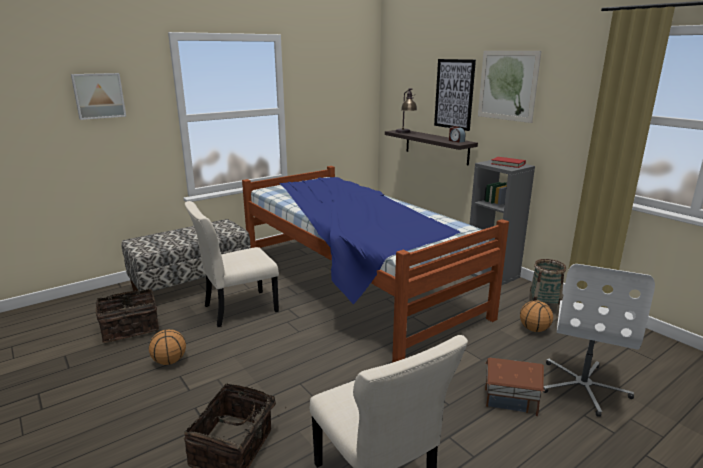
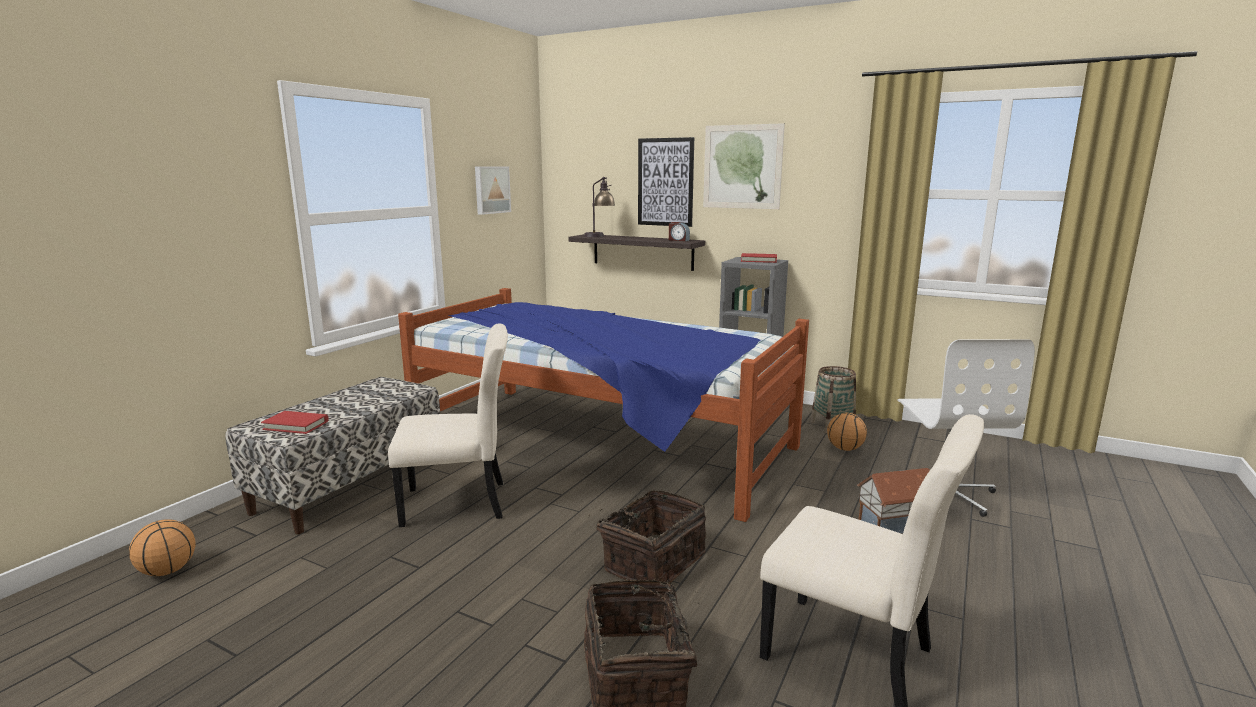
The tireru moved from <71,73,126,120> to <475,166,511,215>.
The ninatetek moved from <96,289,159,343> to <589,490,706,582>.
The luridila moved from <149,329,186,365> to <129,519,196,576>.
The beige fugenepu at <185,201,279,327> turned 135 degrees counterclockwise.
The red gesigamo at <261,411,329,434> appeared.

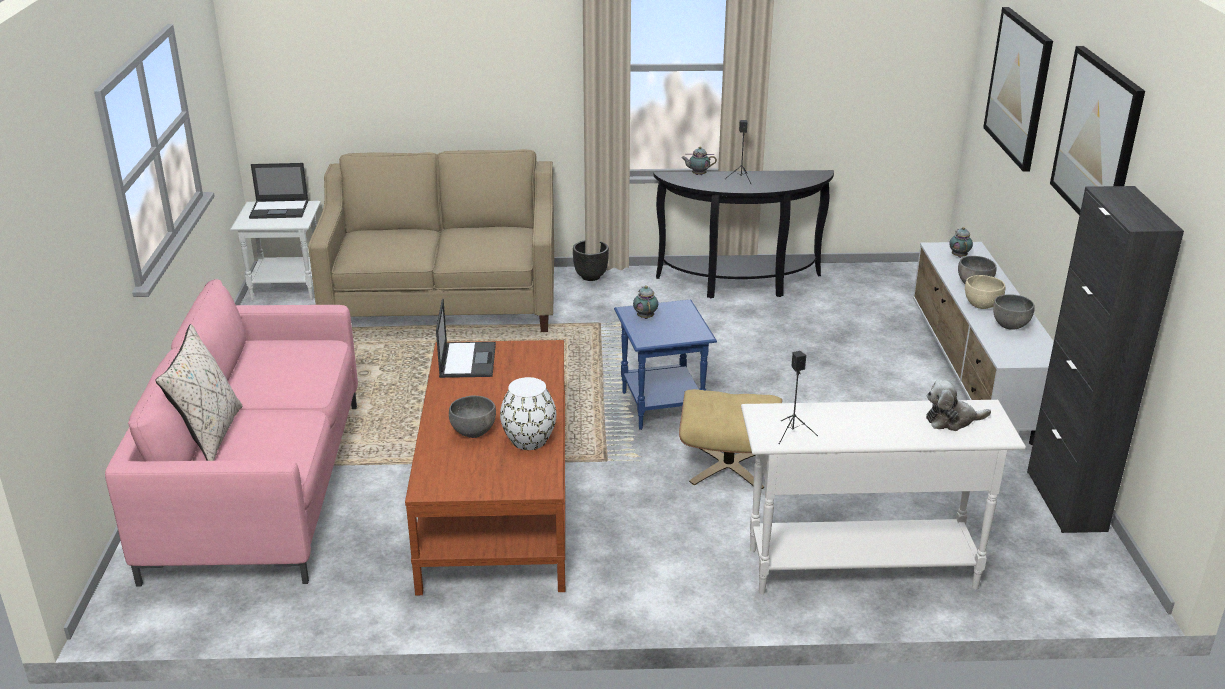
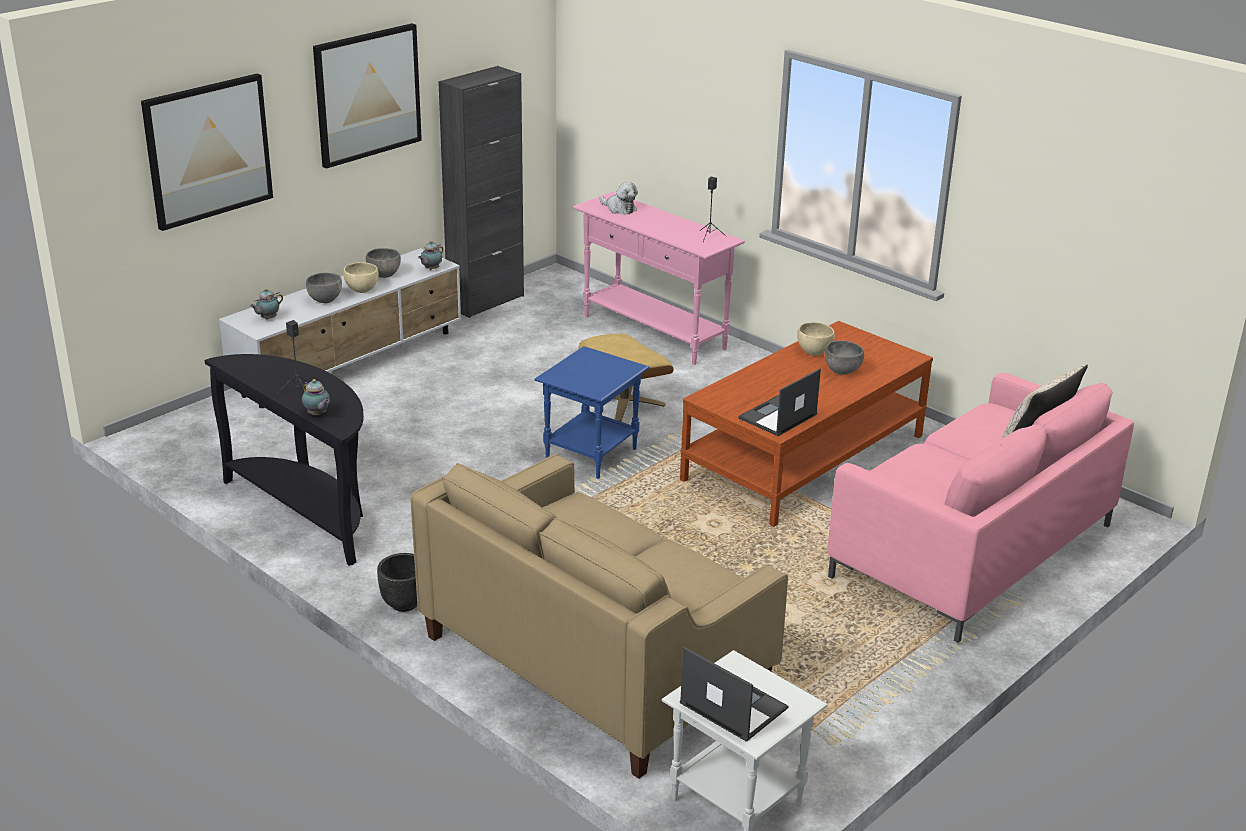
The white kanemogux at <500,377,556,450> was replaced by the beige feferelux at <797,322,835,356>.
The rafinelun moved from <633,285,658,319> to <418,241,443,270>.
The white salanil at <741,400,1026,594> became the pink salanil at <573,192,745,365>.

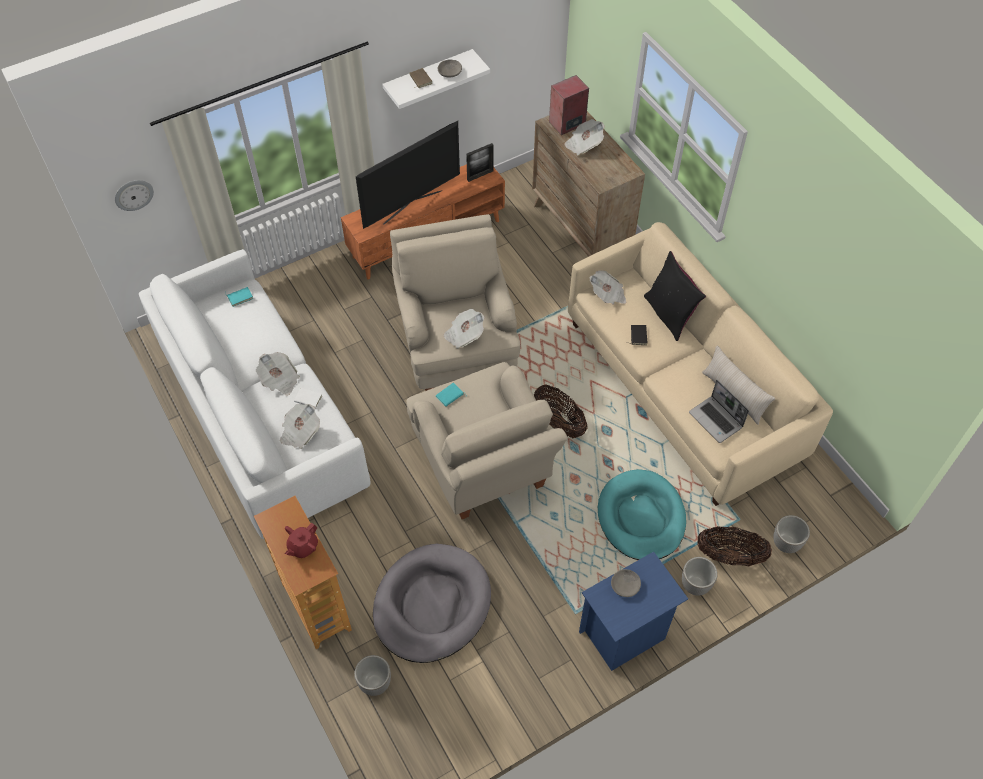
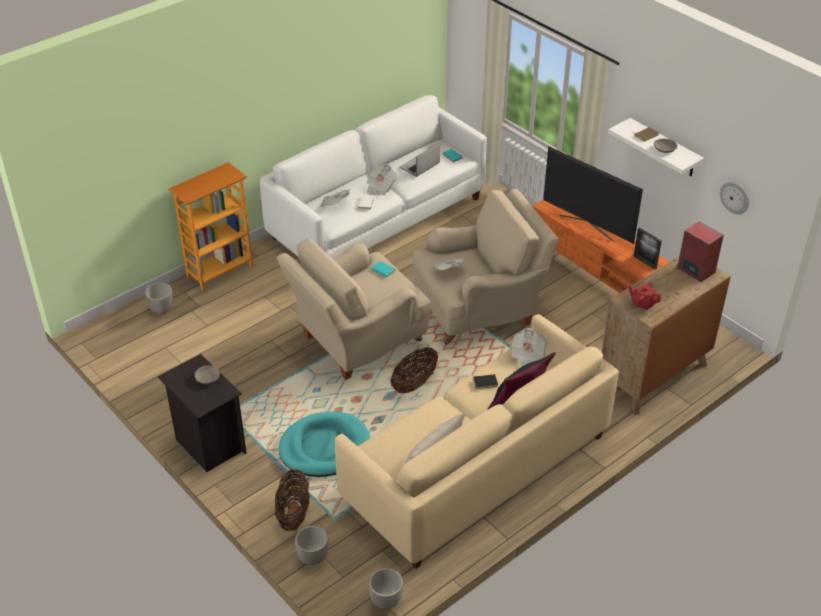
The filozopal moved from <115,180,154,211> to <720,182,749,214>.
The red rafinelun moved from <285,523,318,558> to <628,281,661,310>.
The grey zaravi at <373,544,491,663> disappeared.
The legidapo at <564,119,605,155> disappeared.
The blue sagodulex at <579,552,688,671> became the black sagodulex at <158,354,246,472>.
The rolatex moved from <682,557,718,596> to <369,568,403,609>.
The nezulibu moved from <689,380,749,443> to <399,143,440,177>.

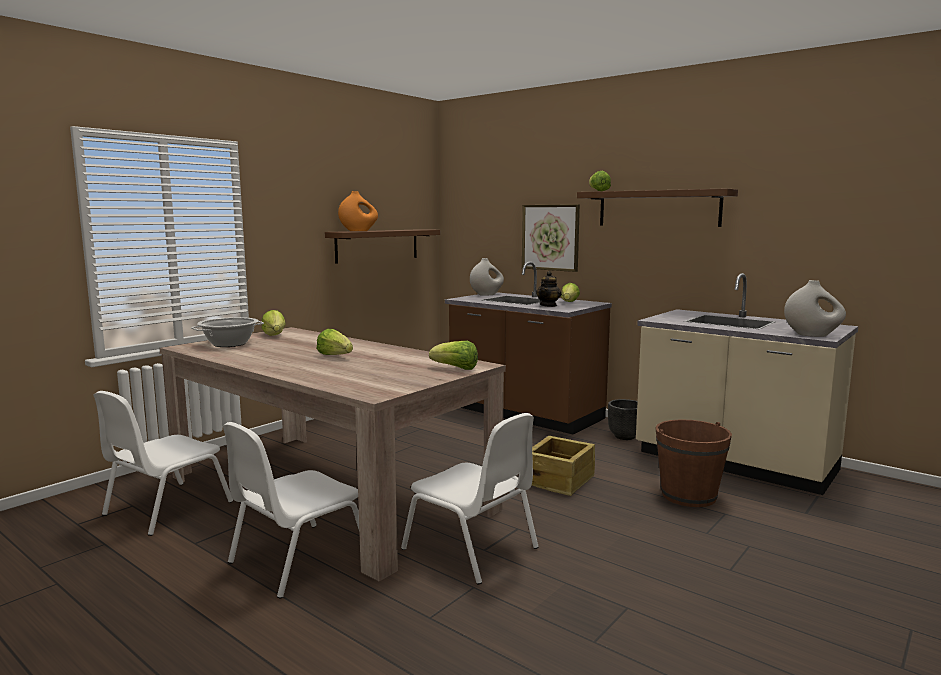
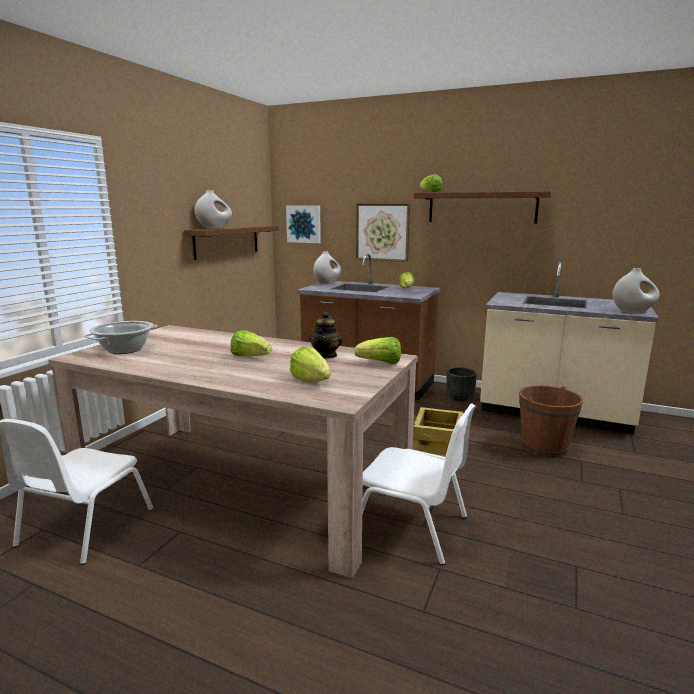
The white fugenepu at <223,422,359,598> disappeared.
The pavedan moved from <262,310,286,336> to <290,347,331,382>.
The orange kanemogux at <338,191,378,231> became the white kanemogux at <195,190,232,229>.
The rafinelun moved from <536,271,561,307> to <309,311,342,359>.
The tireru at <286,206,321,243> appeared.

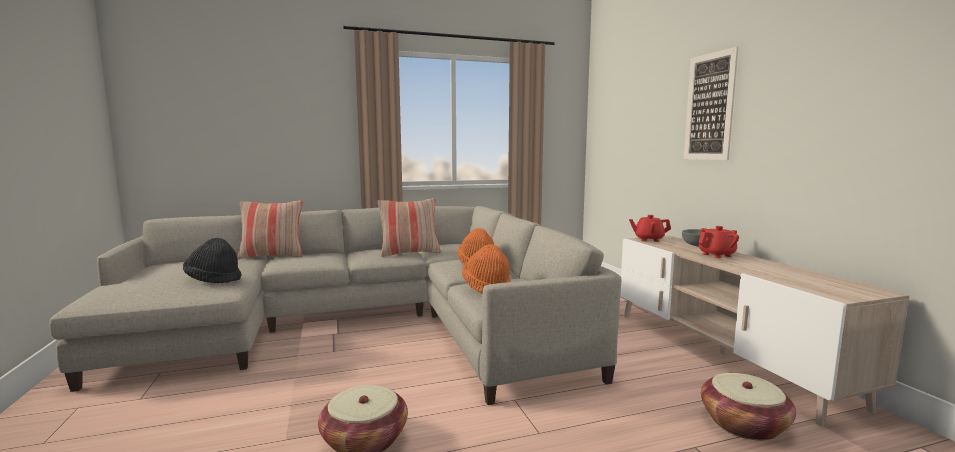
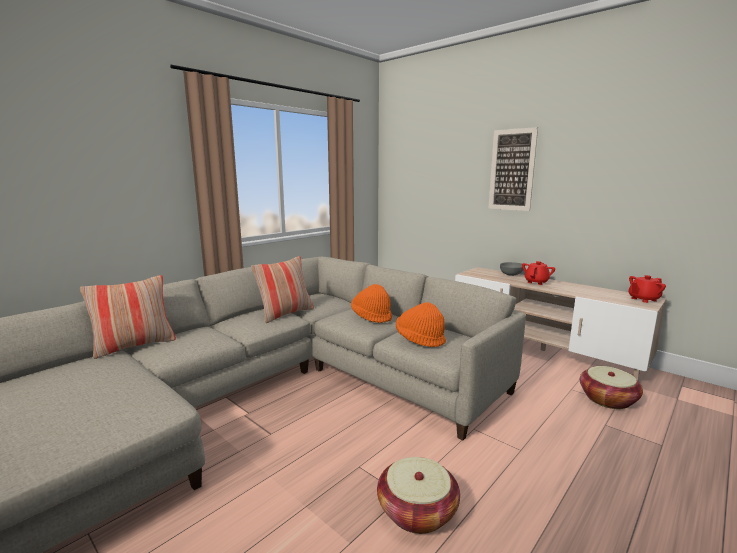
The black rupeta at <183,238,242,283> disappeared.
The red rafinelun moved from <629,215,671,242> to <628,275,666,303>.

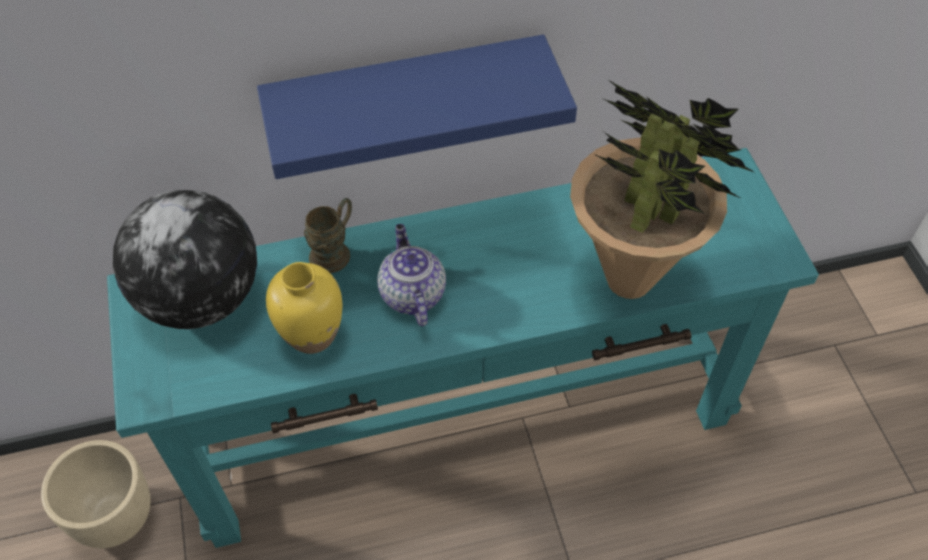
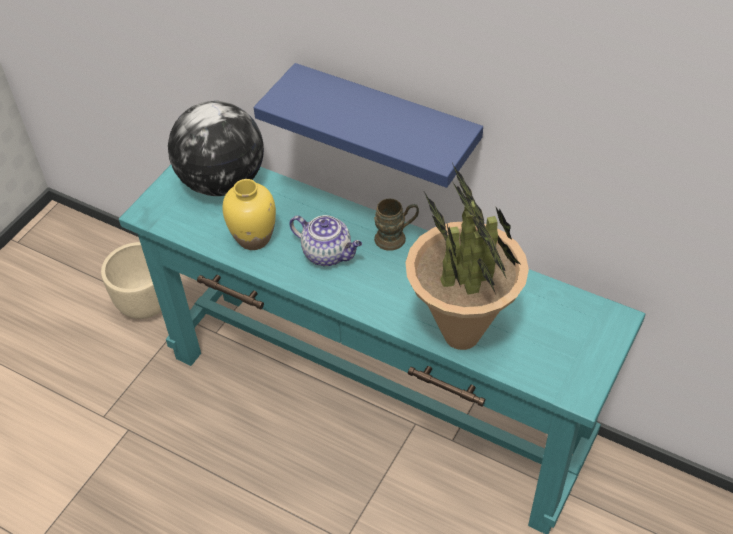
The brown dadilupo moved from <304,198,352,273> to <374,199,419,251>.
The rafinelun at <377,224,446,326> turned 90 degrees clockwise.

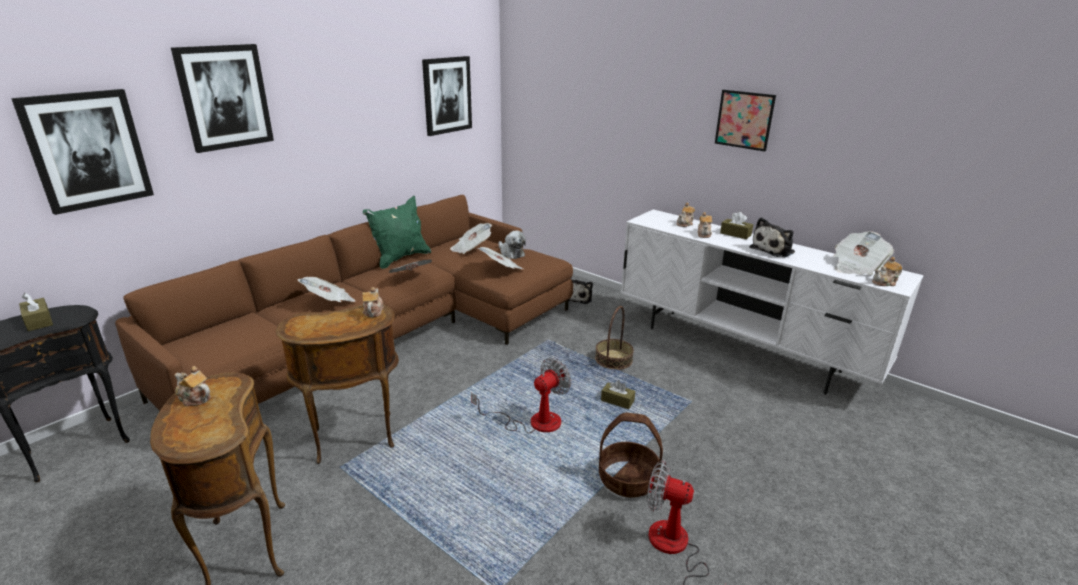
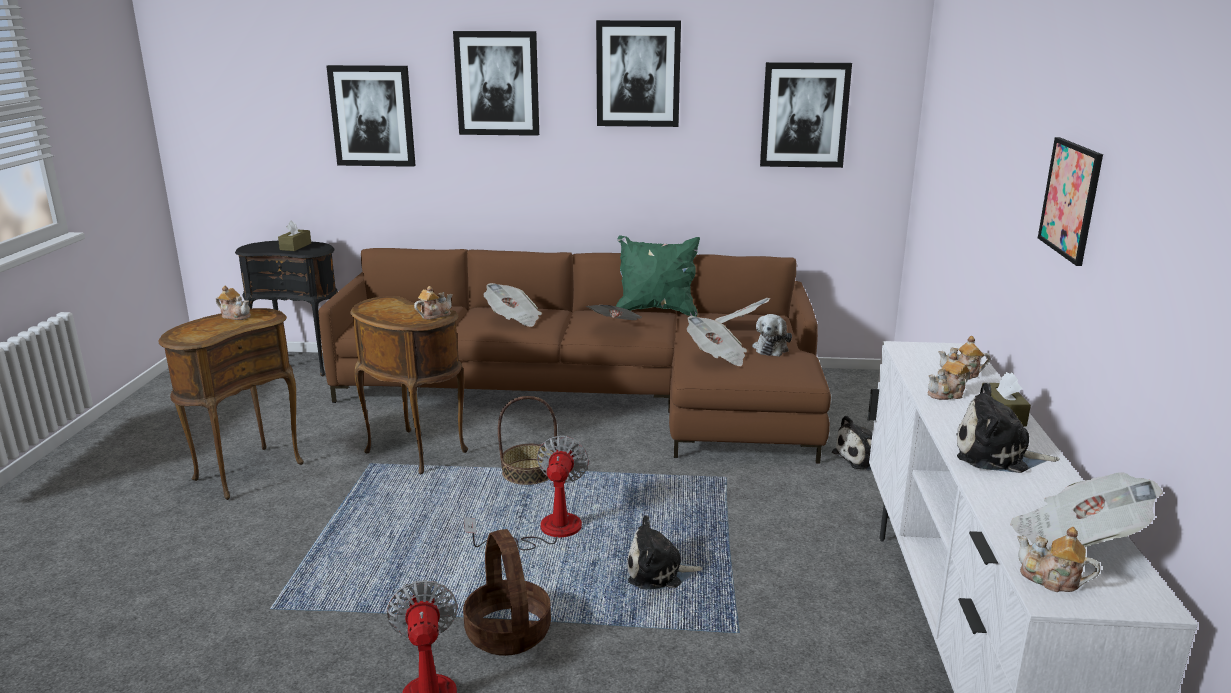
The rafinelun at <175,366,211,406> turned 120 degrees clockwise.
The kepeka at <471,358,571,433> turned 90 degrees counterclockwise.
The ninatetek moved from <595,306,634,370> to <498,396,557,485>.
The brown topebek at <601,380,635,409> was replaced by the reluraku at <627,515,703,590>.
The tireru at <596,20,681,127> appeared.

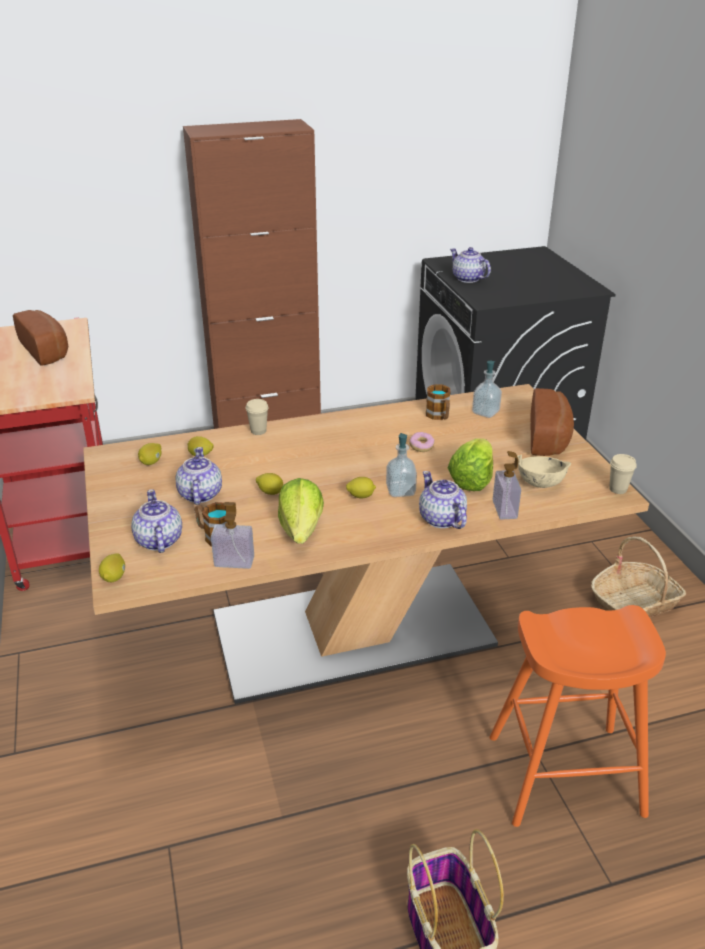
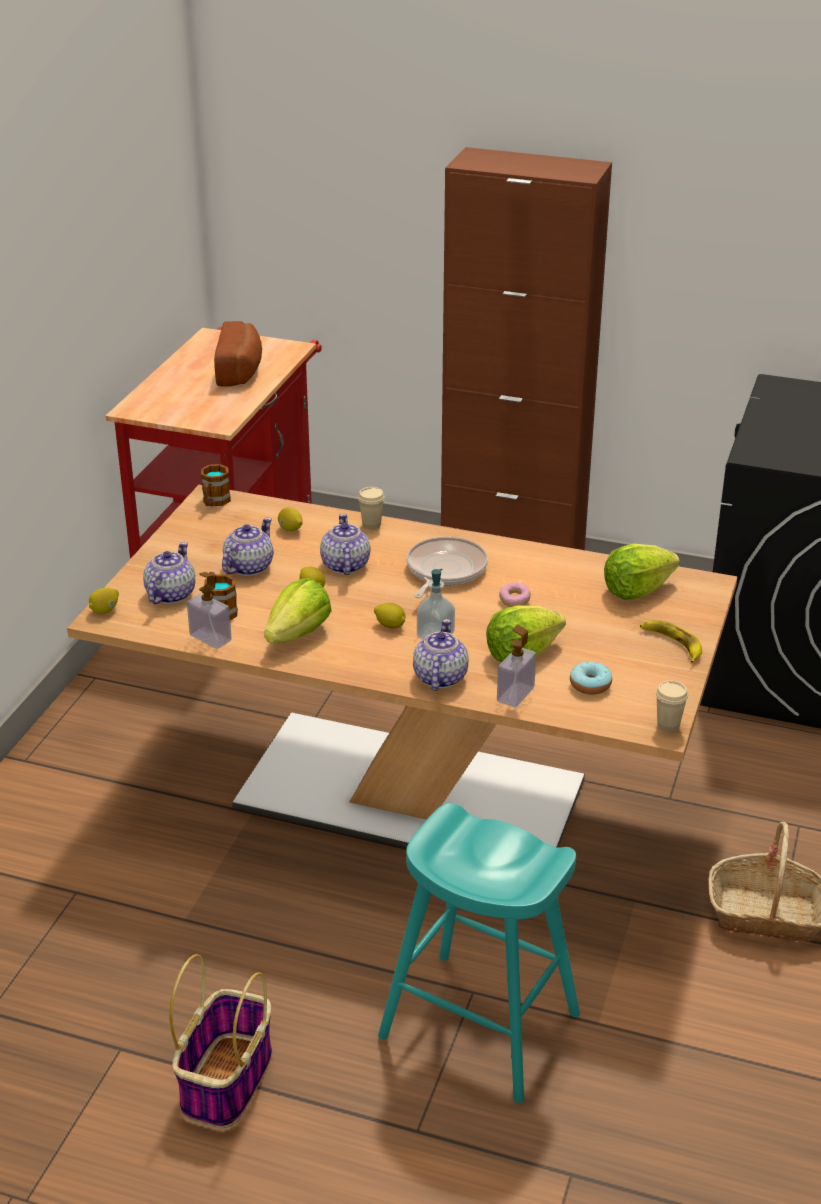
The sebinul at <138,443,162,465> disappeared.
The dadilupo moved from <426,384,451,420> to <201,464,231,506>.
The rafinelun moved from <450,247,491,283> to <320,513,370,575>.
The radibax at <472,361,502,418> was replaced by the pavedan at <604,544,680,600>.
The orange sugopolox at <490,605,666,827> became the turquoise sugopolox at <378,803,580,1103>.
The beige feferelux at <517,454,571,488> was replaced by the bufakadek at <570,662,612,695>.
The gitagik at <530,388,574,456> was replaced by the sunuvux at <640,620,702,663>.
The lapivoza at <406,536,488,598> appeared.

